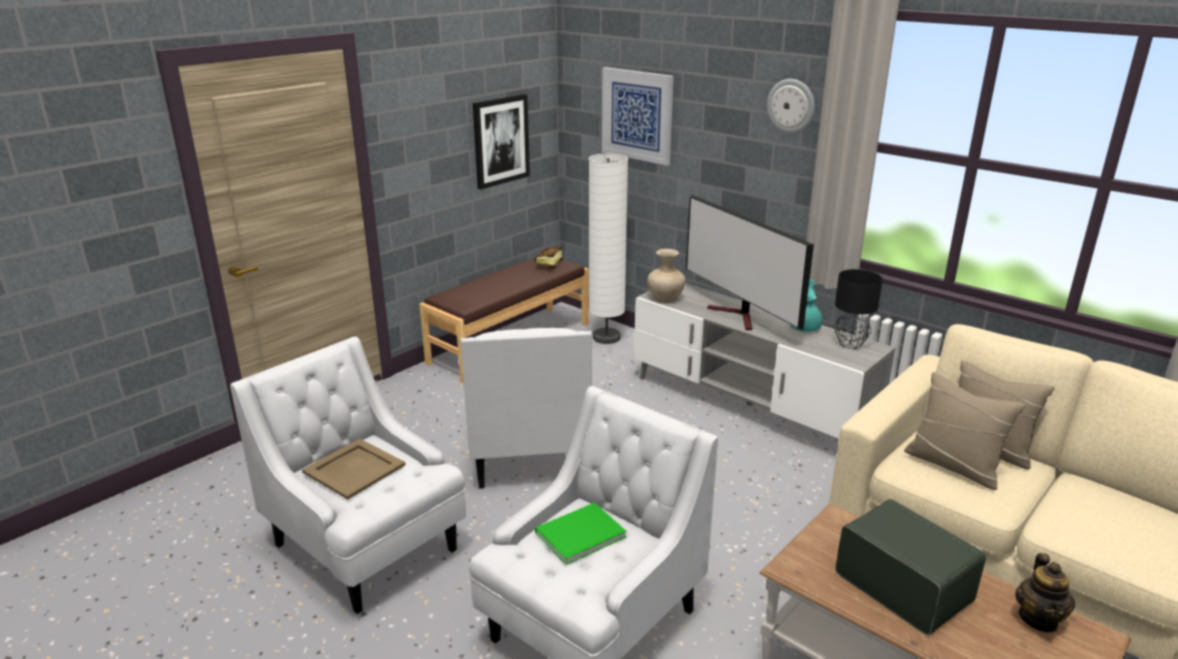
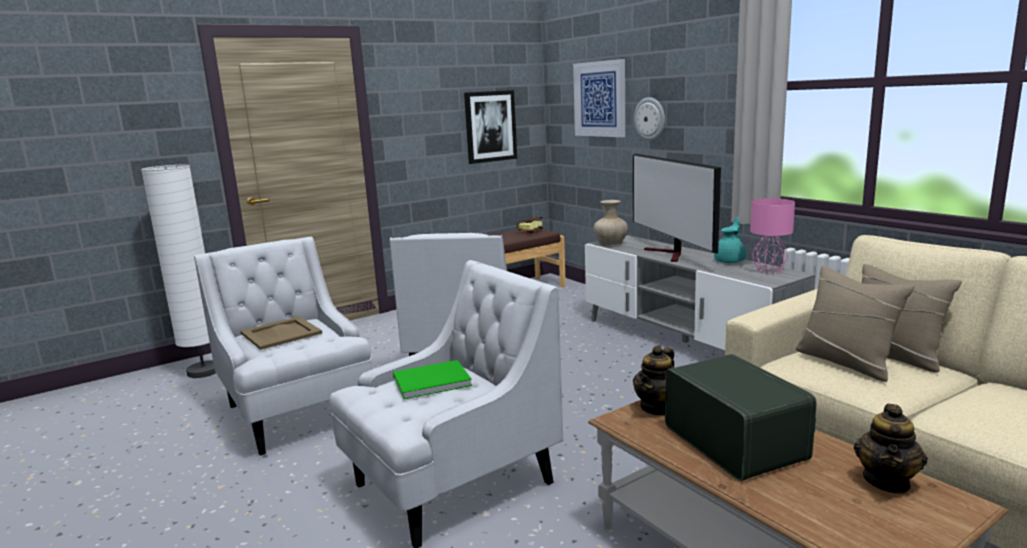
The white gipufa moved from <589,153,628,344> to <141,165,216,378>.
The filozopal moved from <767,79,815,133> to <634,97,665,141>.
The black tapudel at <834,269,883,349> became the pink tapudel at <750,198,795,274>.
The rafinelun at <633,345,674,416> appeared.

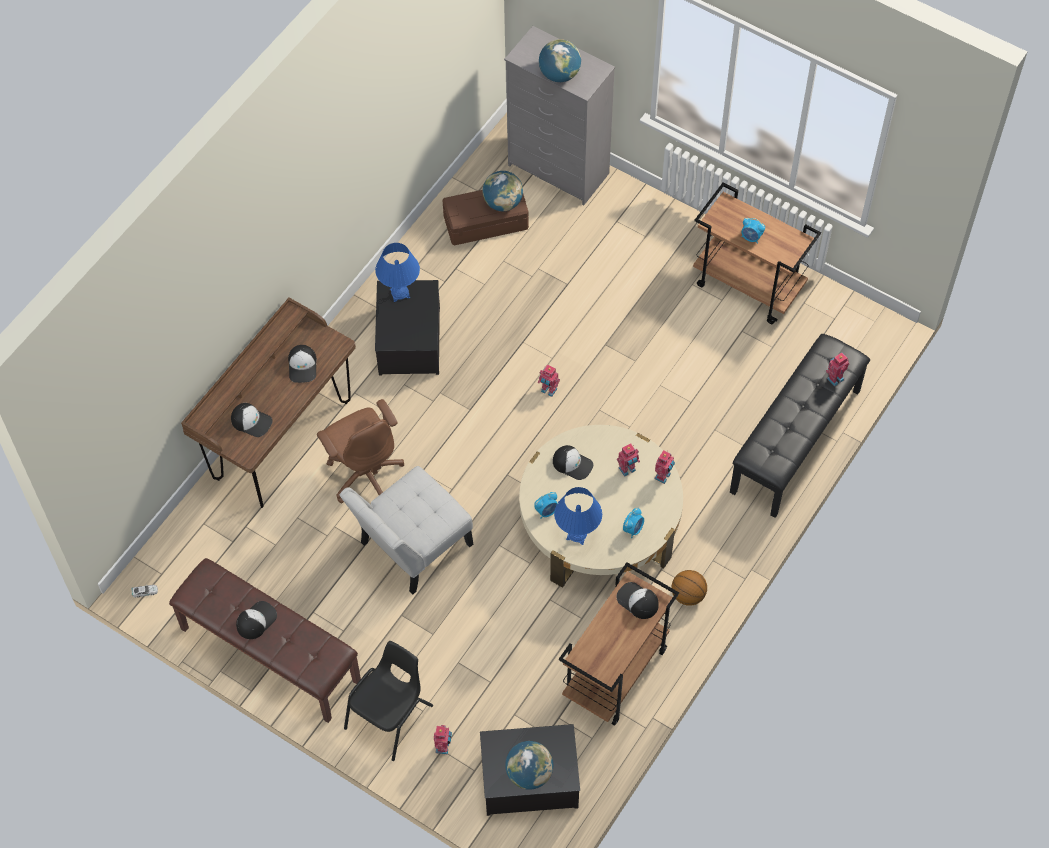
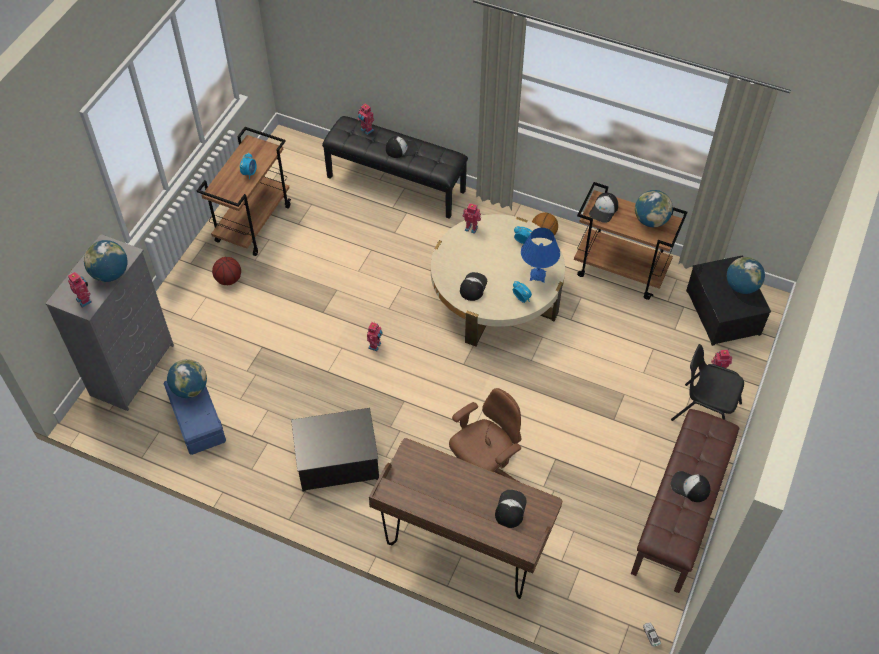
The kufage moved from <288,345,317,383> to <386,136,418,158>.
The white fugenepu at <340,466,473,595> disappeared.
The blue tapudel at <375,243,420,302> disappeared.
The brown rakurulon at <442,190,529,246> became the blue rakurulon at <163,381,226,455>.
The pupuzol moved from <617,443,640,477> to <68,272,92,308>.
The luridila at <212,257,241,285> appeared.
The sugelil at <635,190,673,227> appeared.

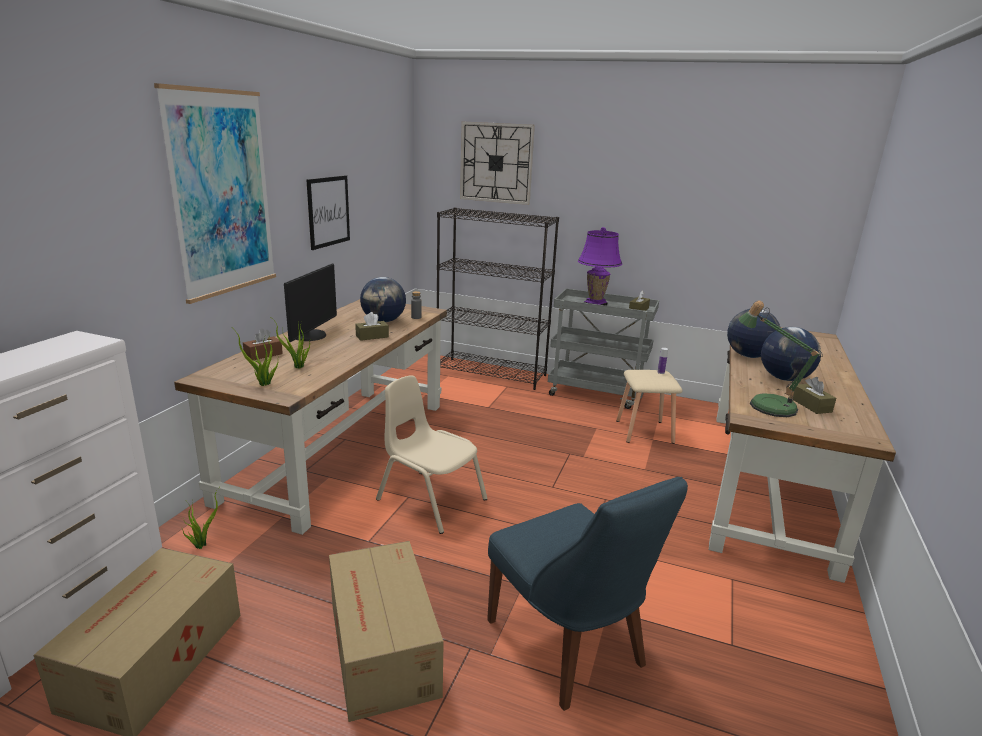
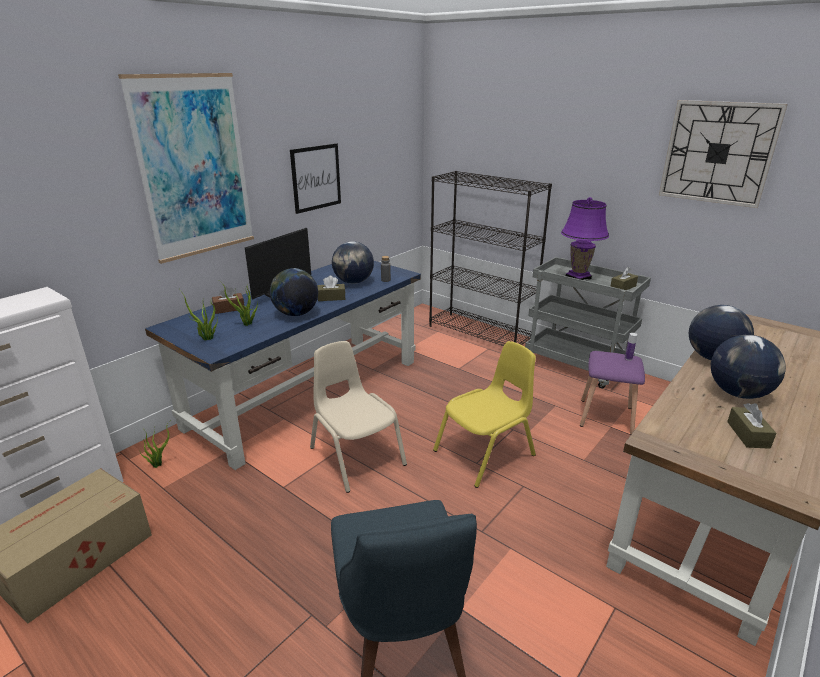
The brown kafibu at <174,299,447,535> became the blue kafibu at <145,261,421,470>.
The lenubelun at <329,541,444,722> disappeared.
The filozopal moved from <460,122,535,205> to <659,100,788,208>.
The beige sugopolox at <616,370,682,444> became the purple sugopolox at <580,351,645,435>.
The tapudel at <738,301,823,417> disappeared.
The sugelil at <270,268,318,316> appeared.
The yellow fugenepu at <433,341,536,488> appeared.

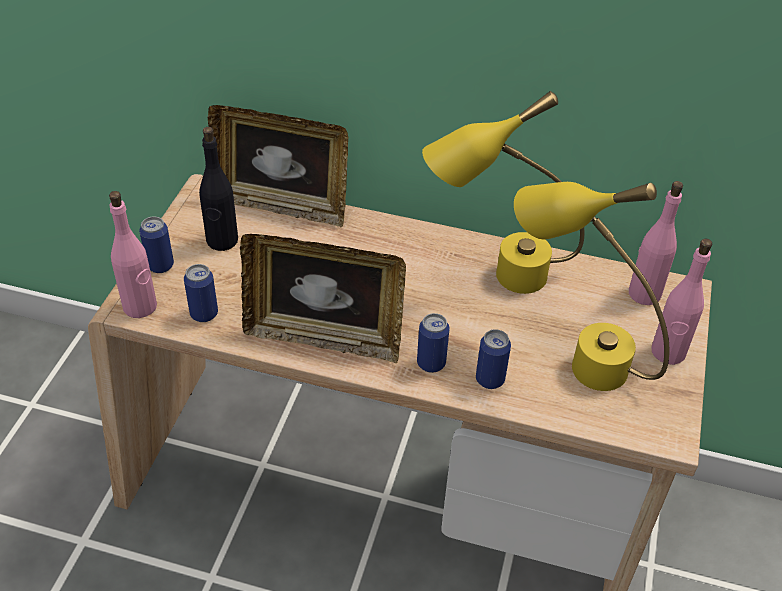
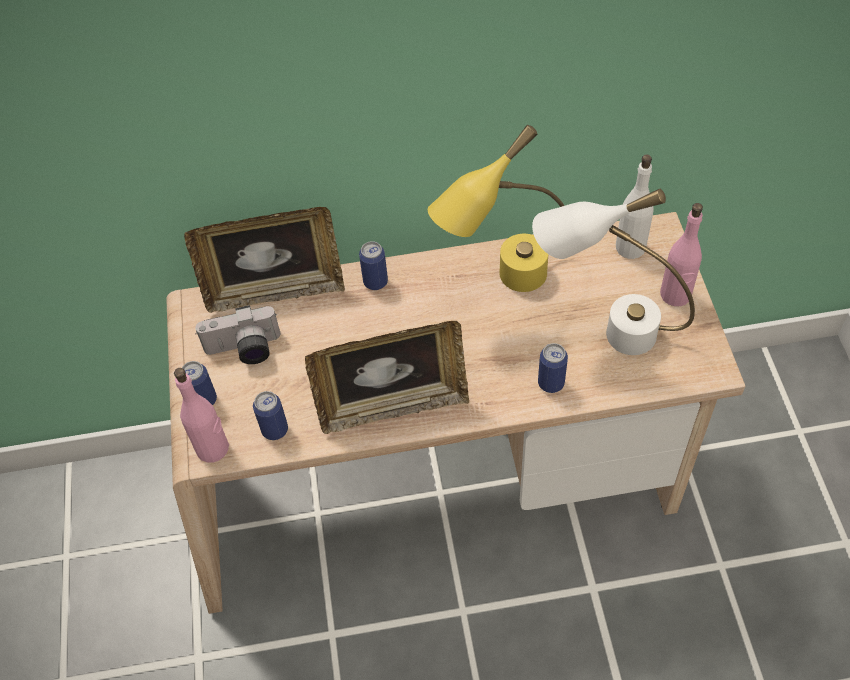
The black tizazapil at <199,127,238,251> was replaced by the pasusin at <195,305,280,364>.
The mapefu moved from <417,313,450,373> to <359,241,388,290>.
The yellow tapudel at <514,182,669,391> became the white tapudel at <532,189,695,355>.
The pink tizazapil at <629,181,683,305> became the white tizazapil at <616,155,654,259>.

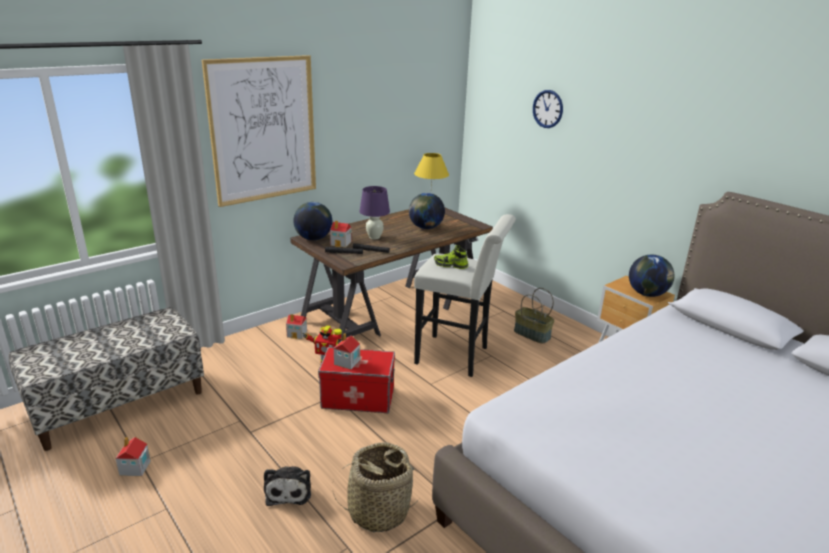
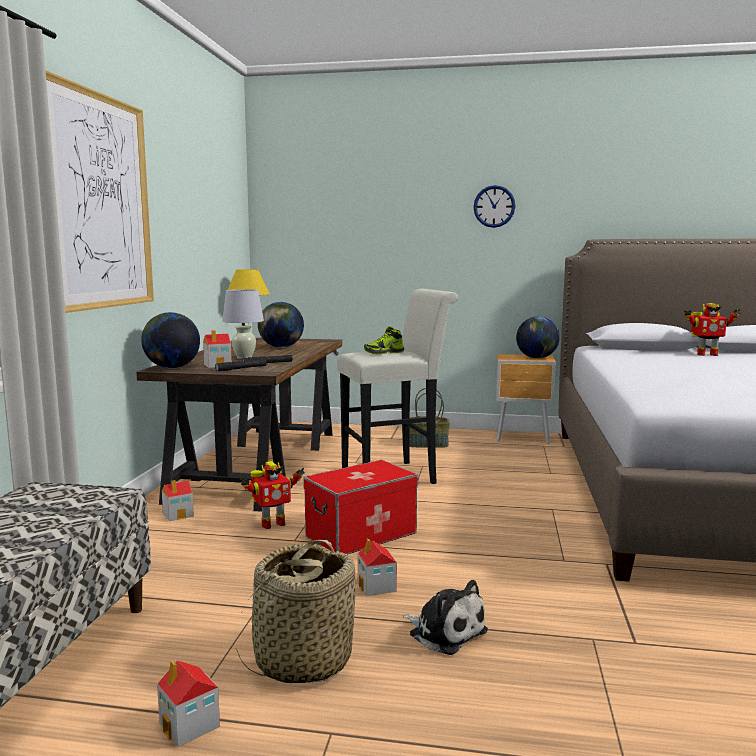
The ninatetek moved from <332,442,419,532> to <235,540,356,683>.
The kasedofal moved from <334,333,360,369> to <358,538,397,596>.
The purple tapudel at <359,186,390,239> became the white tapudel at <222,289,264,359>.
The filozopal moved from <533,90,563,128> to <474,185,515,228>.
The pupuzol at <684,303,741,356> appeared.

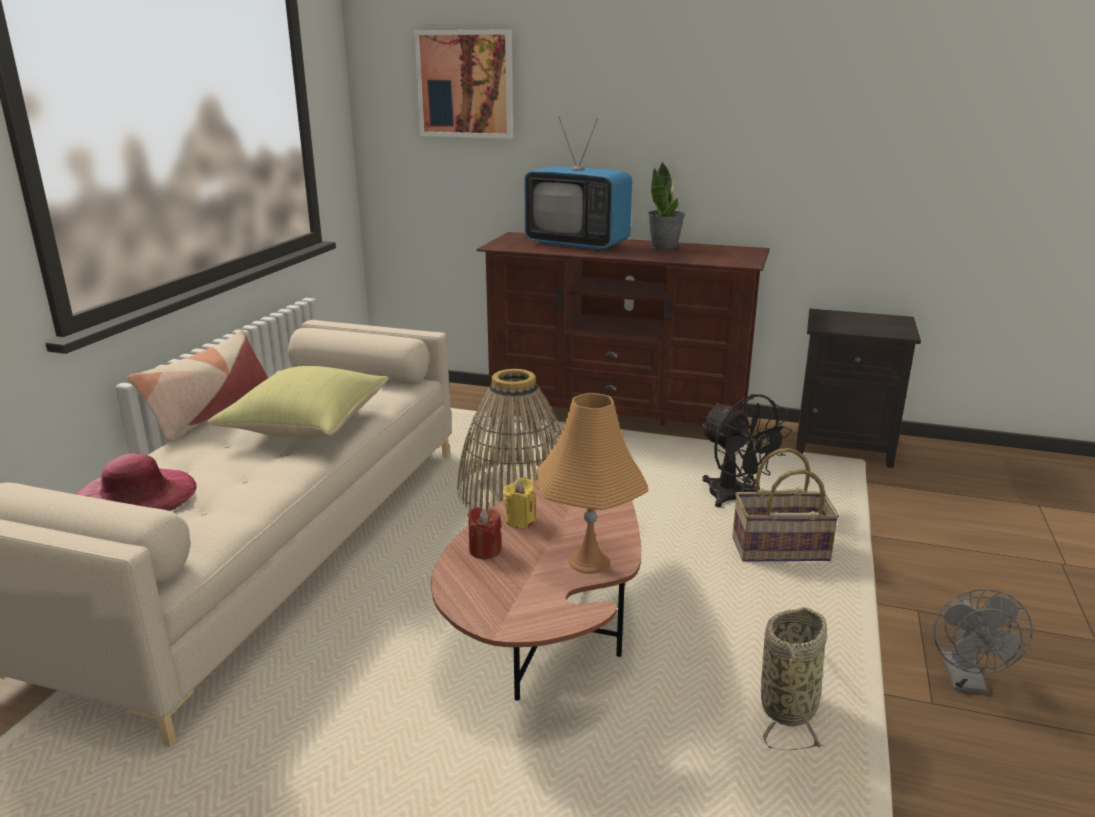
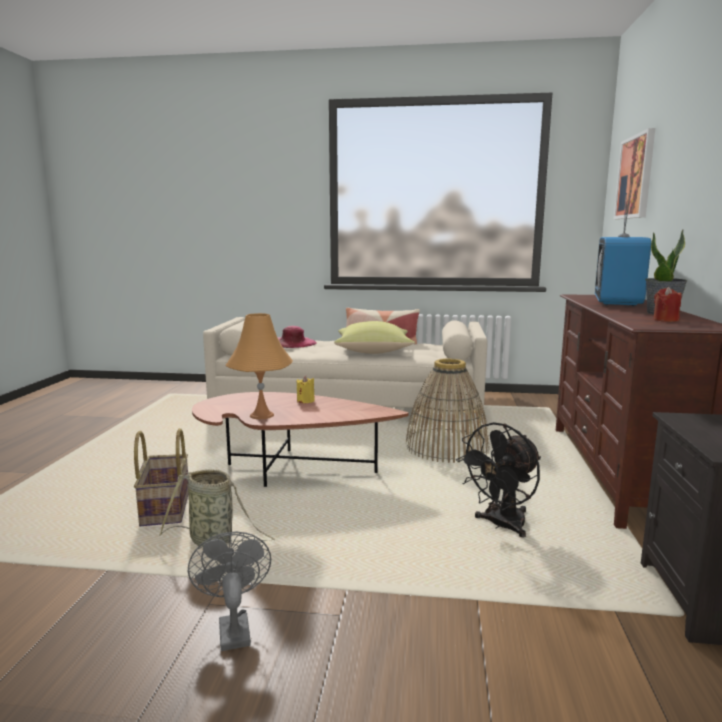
The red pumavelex moved from <468,507,501,559> to <653,287,682,322>.
The ninatetek moved from <732,448,839,562> to <134,428,188,526>.
The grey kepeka at <934,589,1033,693> turned 75 degrees clockwise.

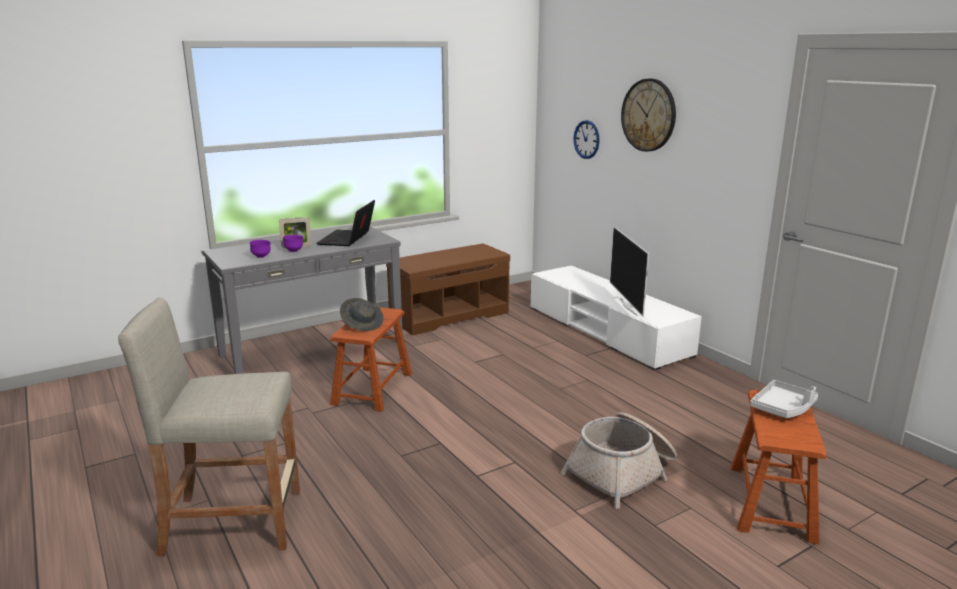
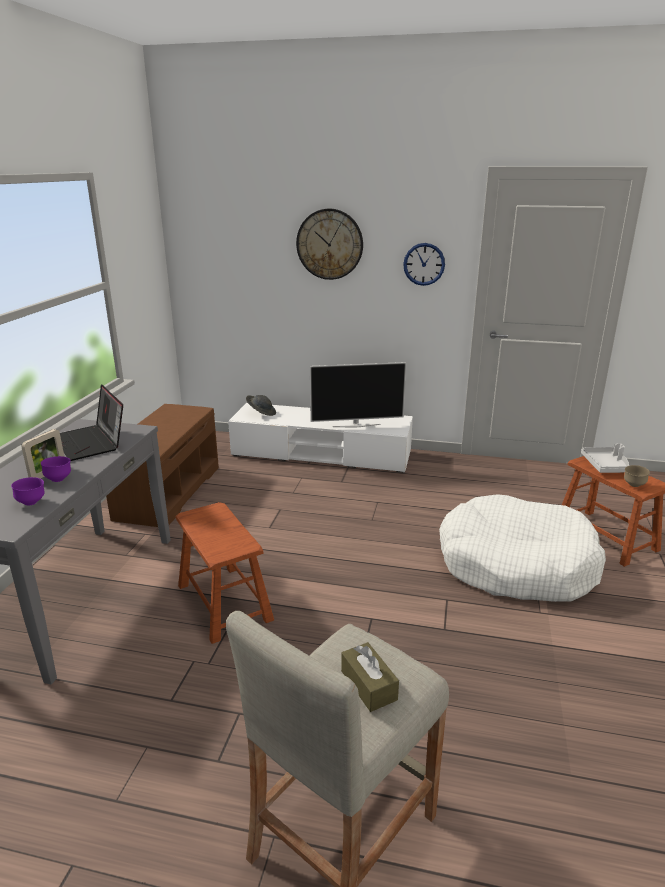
The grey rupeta moved from <340,298,384,331> to <246,395,276,416>.
The ninatetek at <561,412,677,509> was replaced by the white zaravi at <439,494,606,602>.
The filozopal moved from <573,120,600,159> to <403,243,445,286>.
The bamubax at <610,226,649,317> turned 45 degrees counterclockwise.
The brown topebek at <341,642,399,712> appeared.
The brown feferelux at <624,465,650,487> appeared.

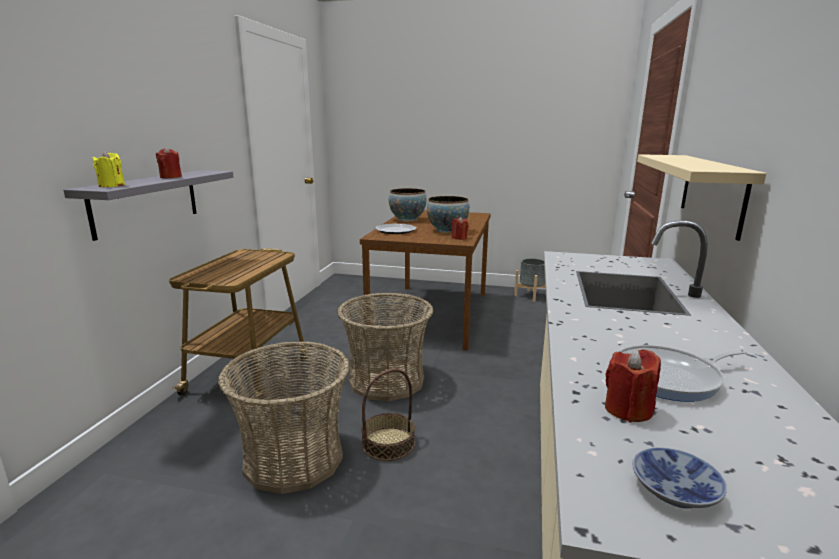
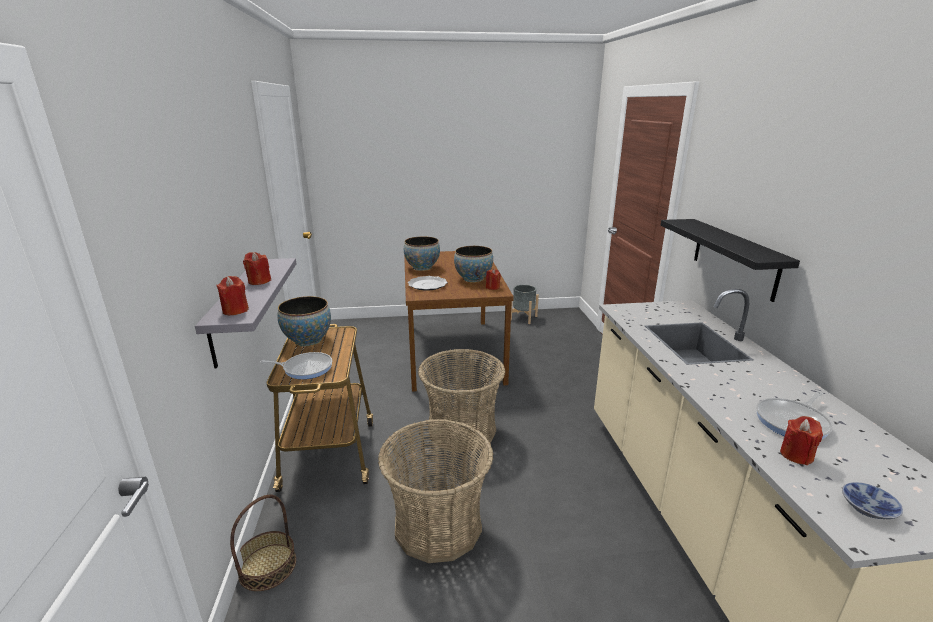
The yellow pumavelex at <92,151,125,187> became the red pumavelex at <216,276,249,316>.
The ninatetek moved from <361,369,415,461> to <230,495,296,591>.
The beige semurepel at <637,154,766,241> became the black semurepel at <661,219,800,302>.
The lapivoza at <260,352,332,379> appeared.
The feferelux at <277,296,331,347> appeared.

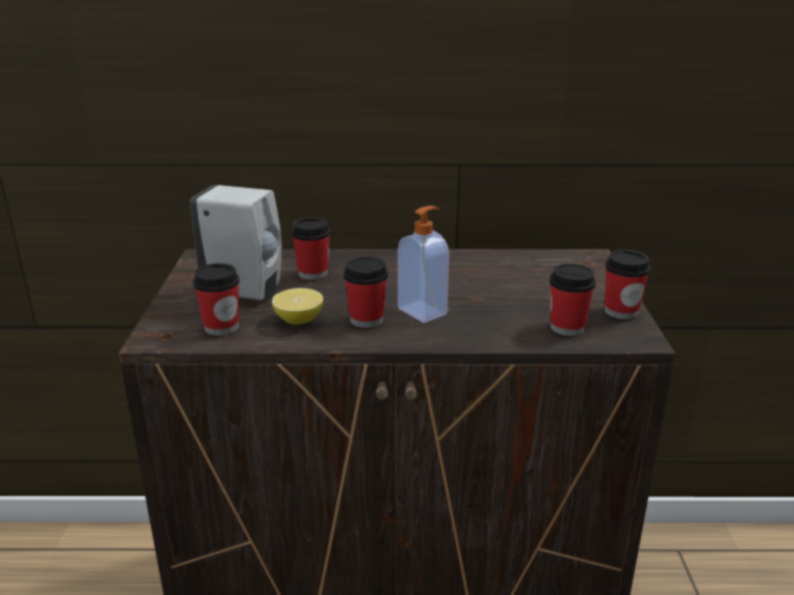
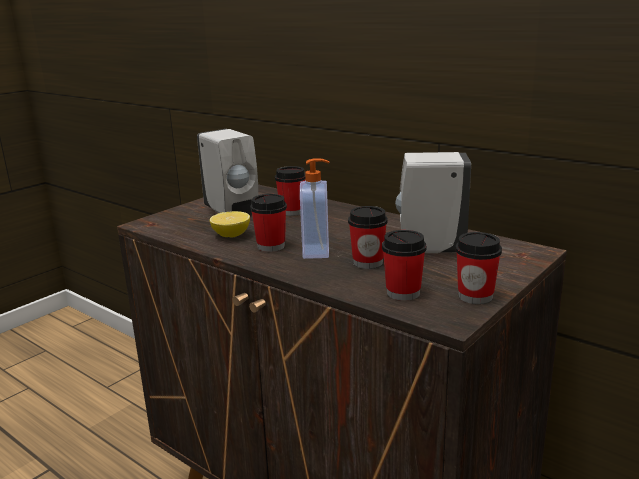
The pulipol moved from <193,263,240,336> to <348,206,388,269>.
The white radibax at <395,152,471,253> appeared.

